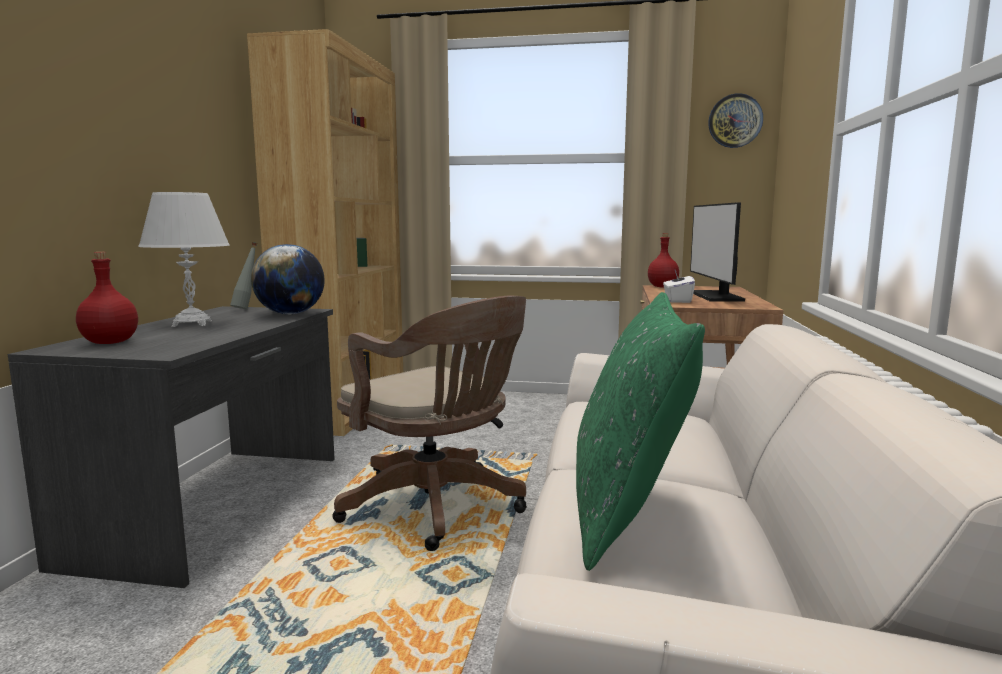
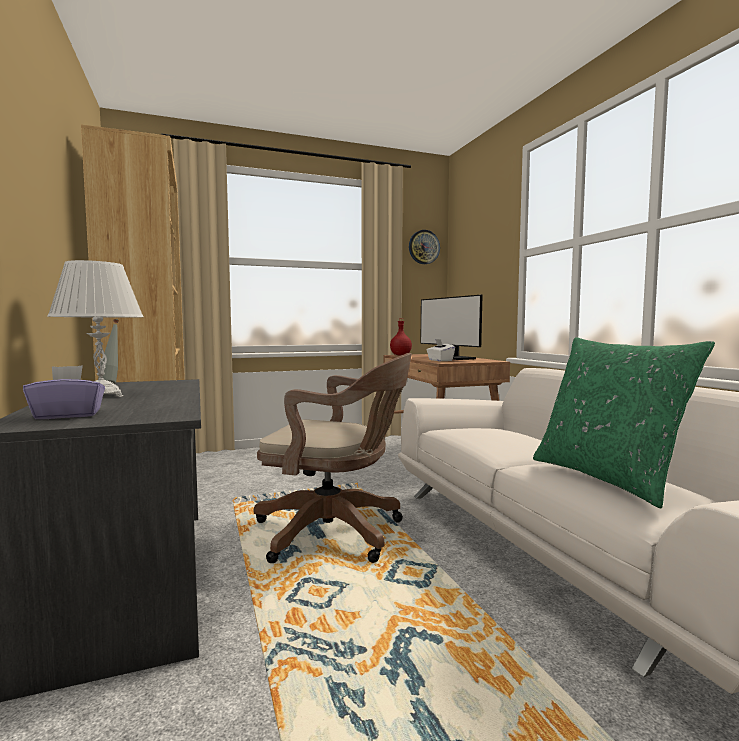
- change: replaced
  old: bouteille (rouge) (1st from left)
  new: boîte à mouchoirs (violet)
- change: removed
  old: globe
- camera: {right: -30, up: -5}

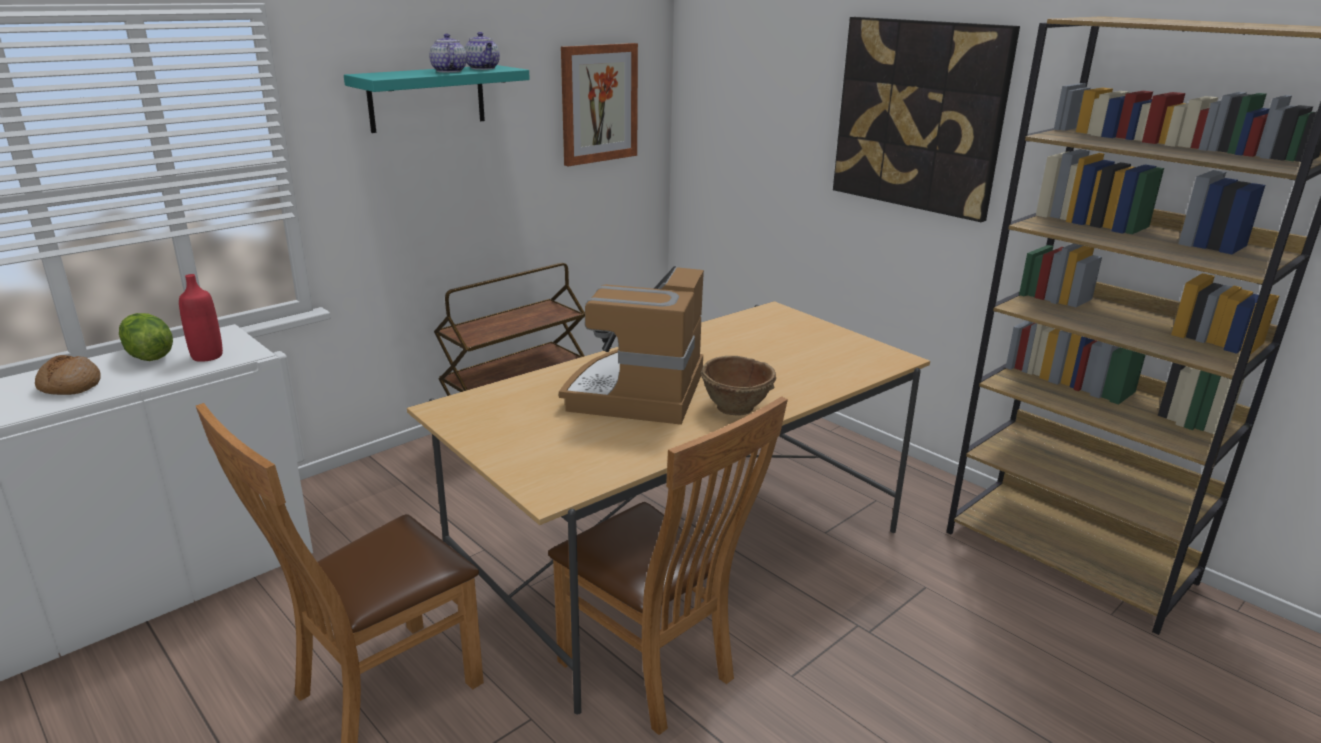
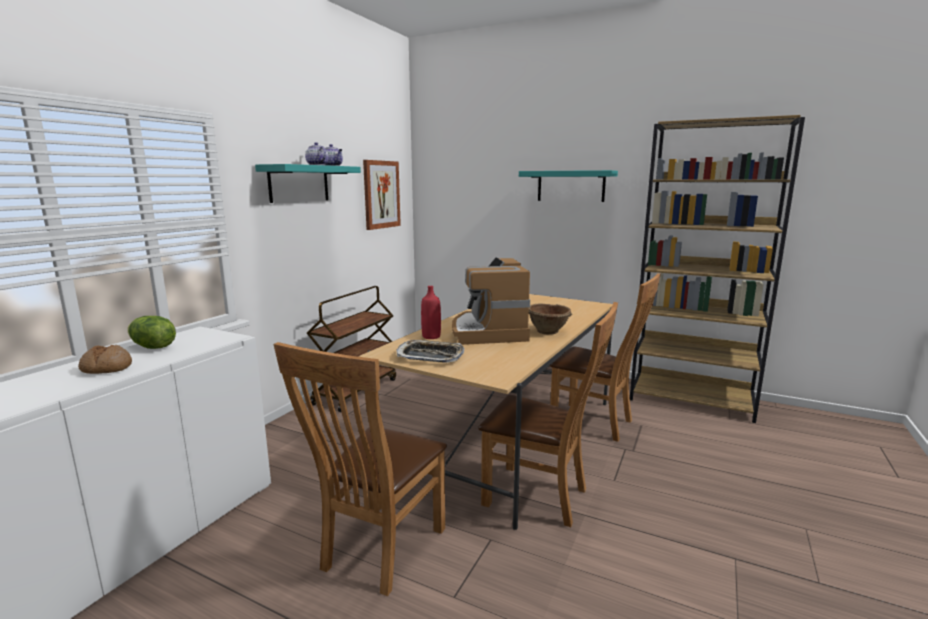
- change: added
  new: plateau
- change: moved
  old: bouteille (rouge)
- change: replaced
  old: tableau (2nd from left)
  new: étagère (turquoise) (2nd from left)
- change: added
  new: chaise (marron) (3rd from left)
- camera: {right: -20, up: -10}

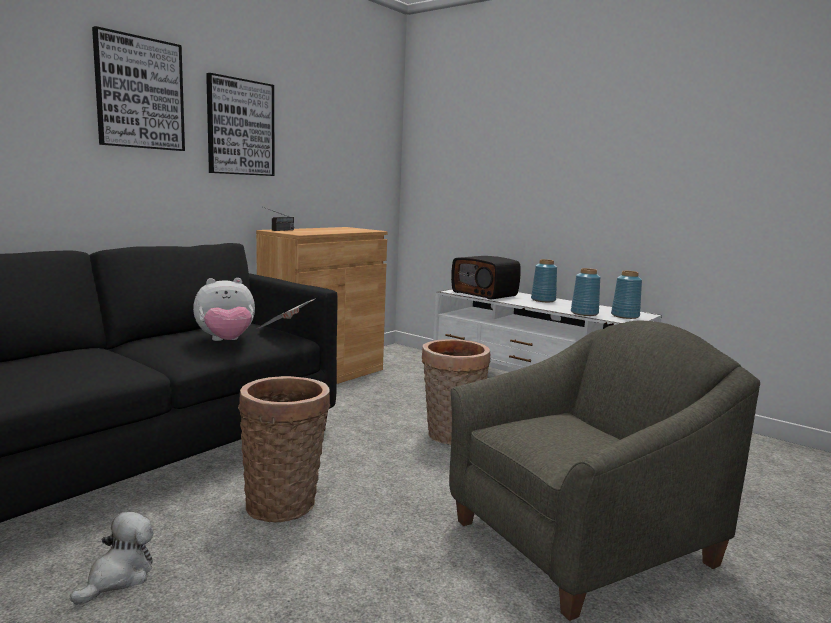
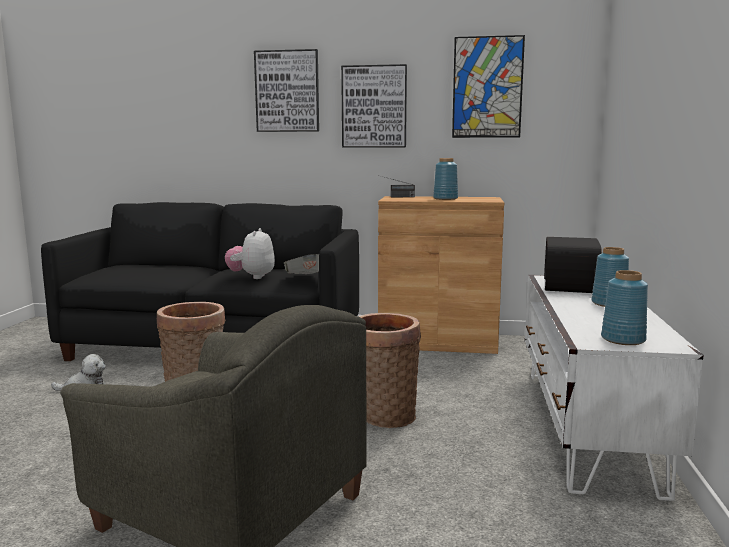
- change: turned
  old: peluche (2nd from left)
  degrees: 60
- change: moved
  old: vase (bleu) (2nd from left in the first image)
  new: vase (bleu) (1st from left)
- change: added
  new: tableau (3rd from left)
- camera: {right: 60, up: 0}

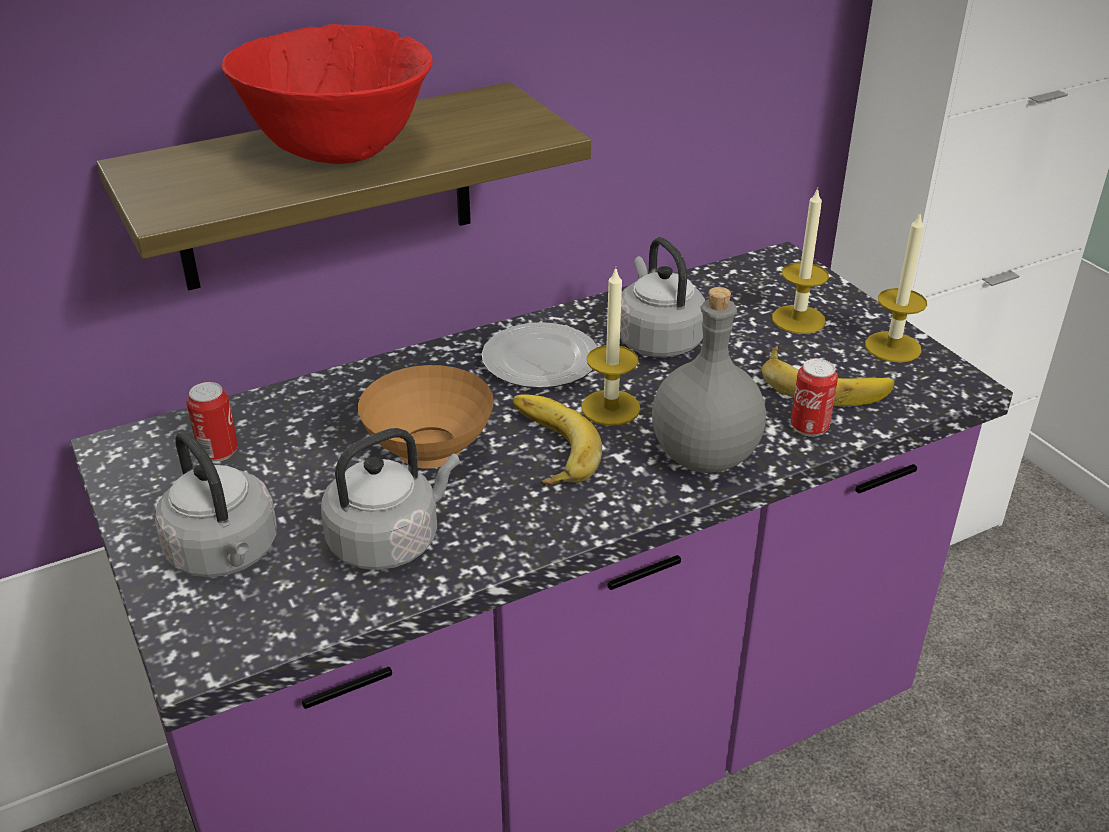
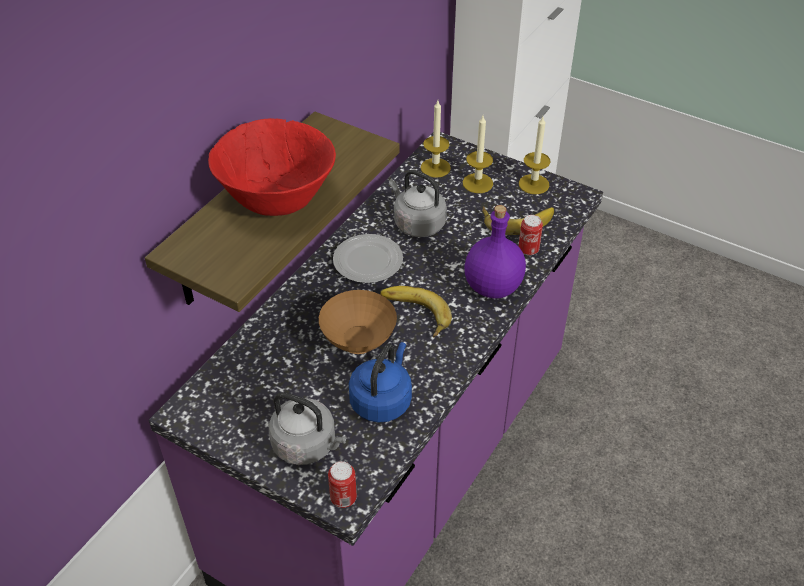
- change: moved
  old: boîte métallique (1st from left)
- change: recoloured
  old: bouilloire (gris) (2nd from left)
  new: bouilloire (bleu)
- change: moved
  old: bougie (1st from left)
- change: recoloured
  old: bouteille (gris)
  new: bouteille (violet)
- camera: {right: -30, up: 10}

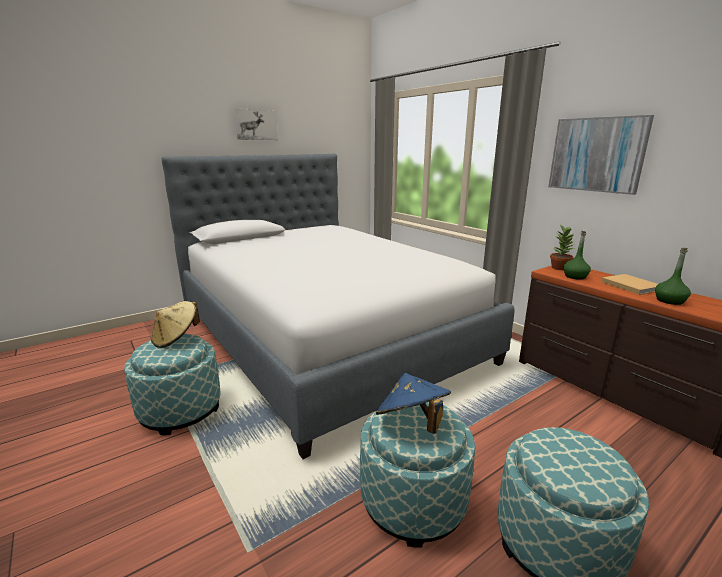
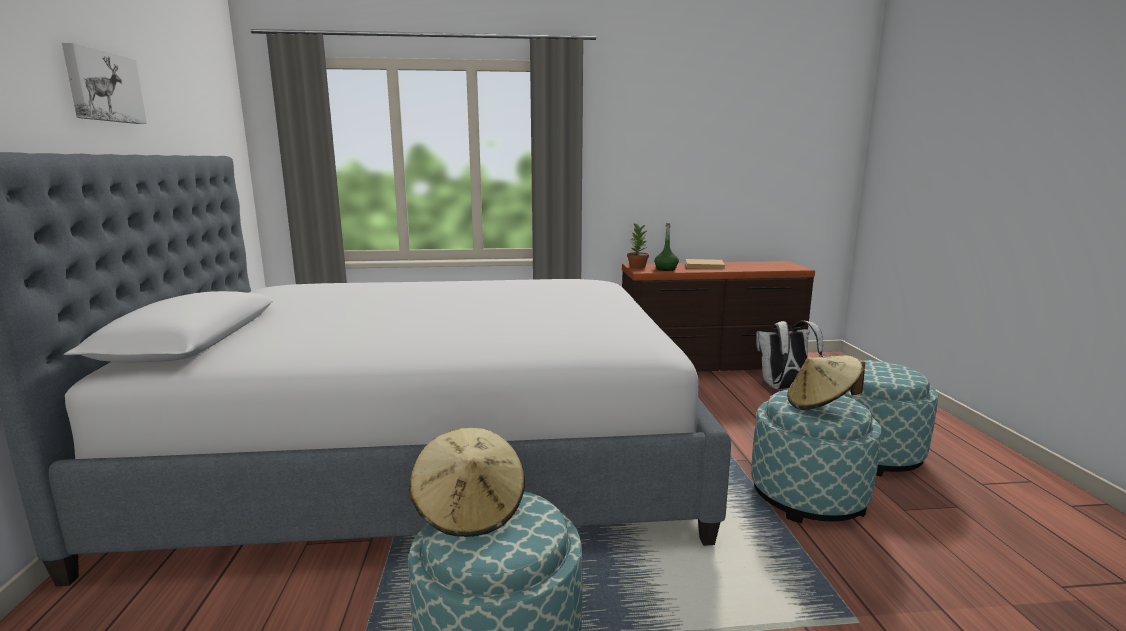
- change: added
  new: sac à dos (blanc)
- change: recoloured
  old: chapeau (bleu)
  new: chapeau (beige) (2nd from left)
- change: removed
  old: tableau (2nd from left)
- change: removed
  old: bouteille (vert) (2nd from left)
- camera: {right: -60, up: -5}

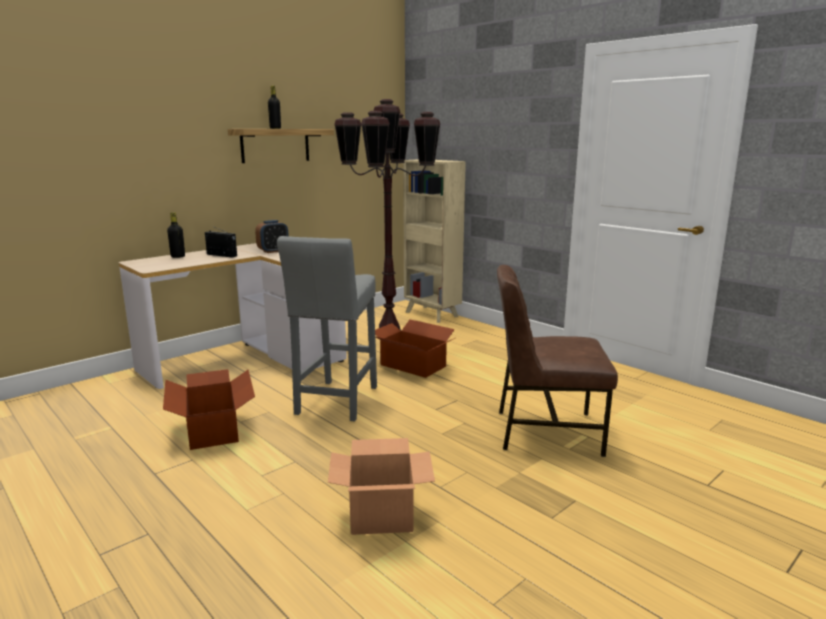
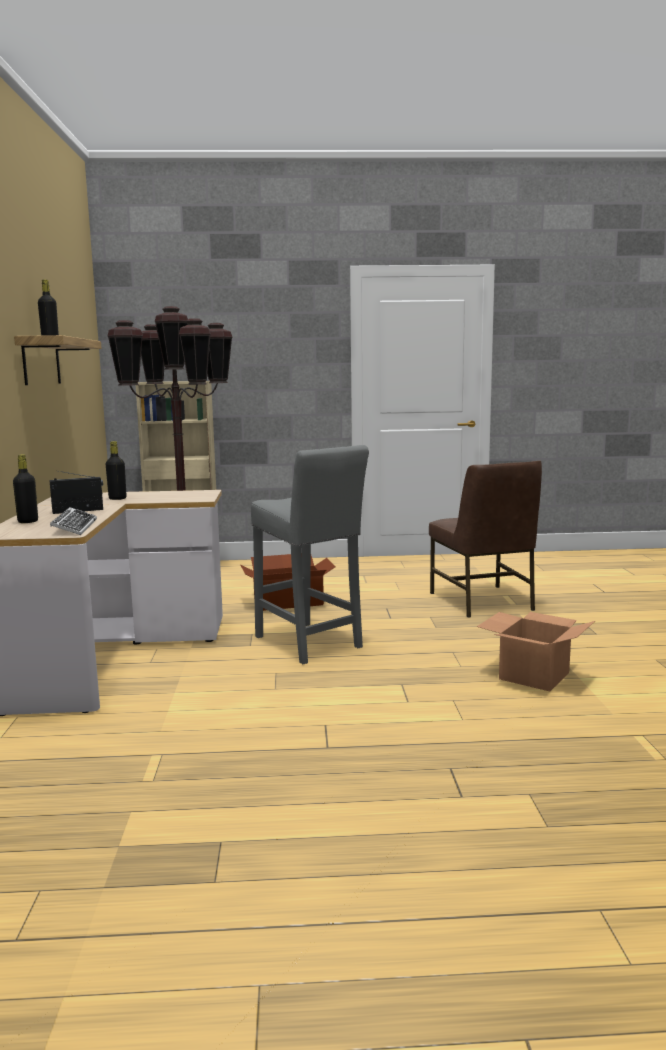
- change: added
  new: clavier
- change: replaced
  old: réveil
  new: bouteille (noir) (3rd from left)
- change: turned
  old: chaise (marron)
  degrees: -60
- change: removed
  old: carton (1st from left)
- camera: {right: -50, up: -5}

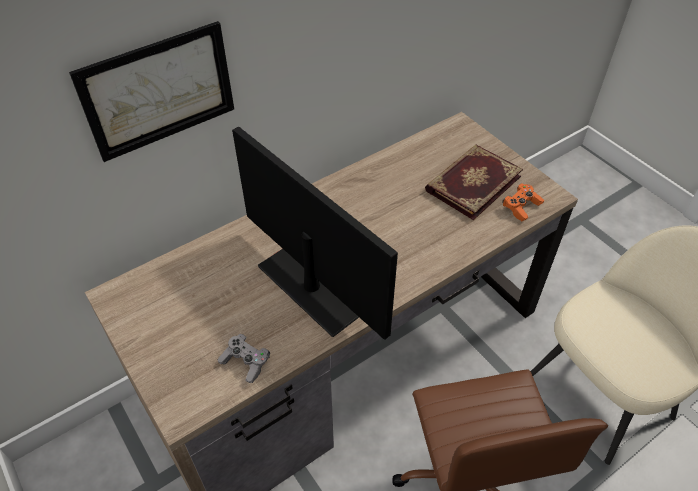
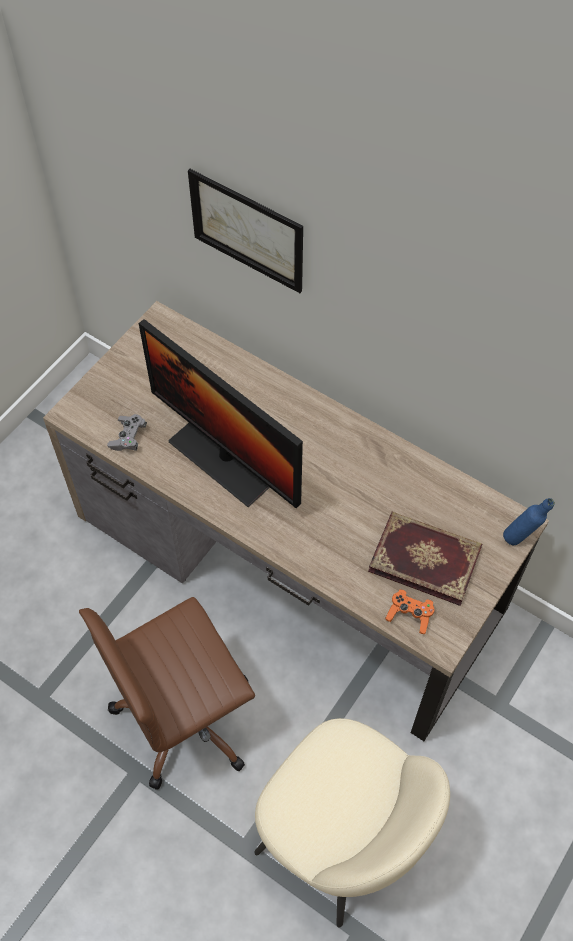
- change: turned
  old: écran d'ordinateur
  degrees: 105
- change: added
  new: bouteille (bleu)
- camera: {right: 70, up: 10}

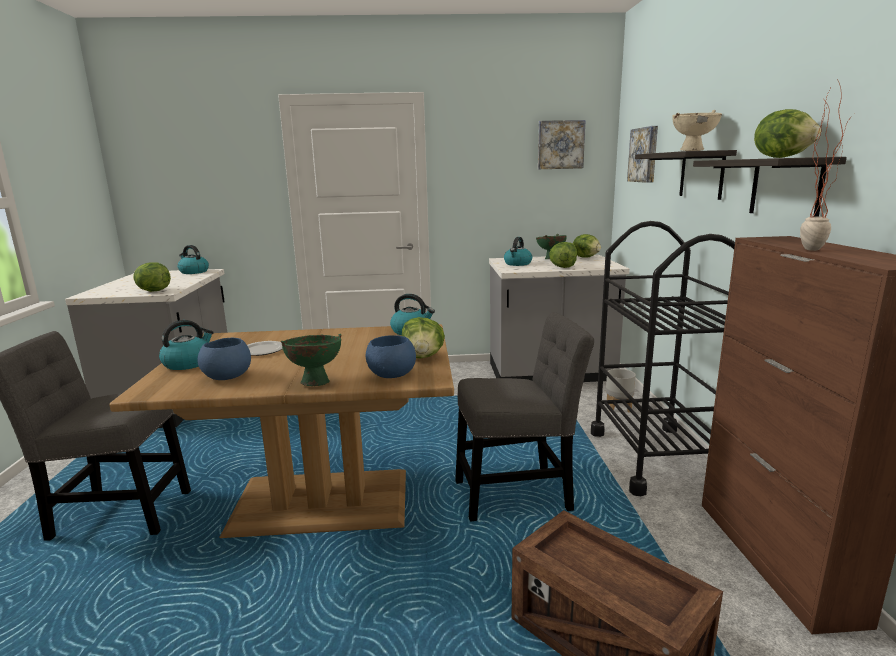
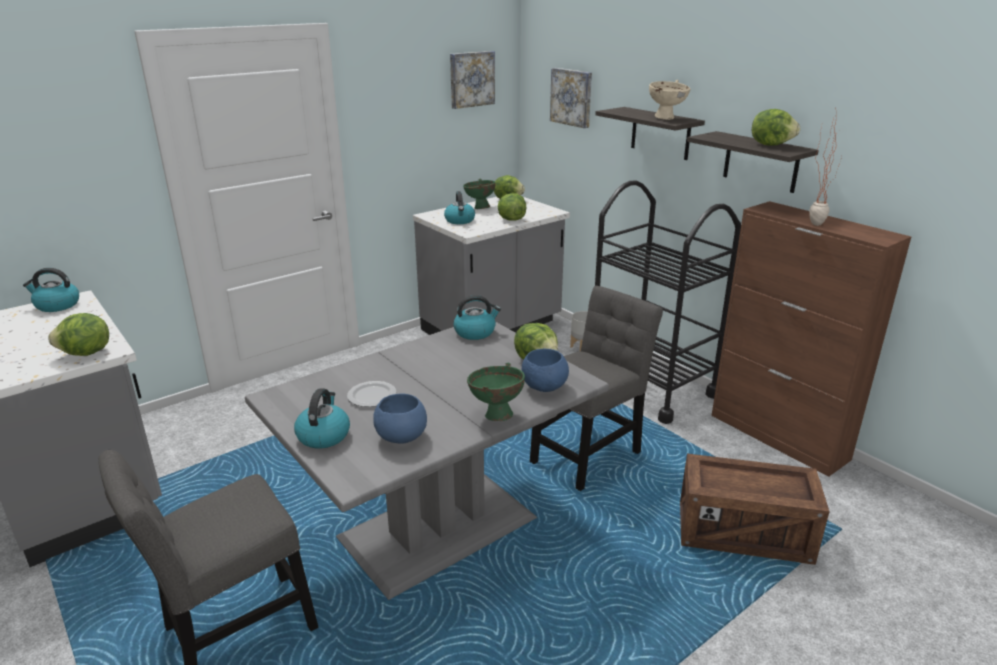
- change: recoloured
  old: table à manger (marron)
  new: table à manger (gris)
- camera: {right: -35, up: 10}

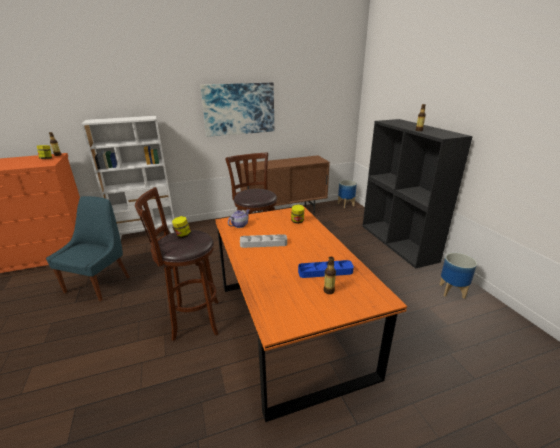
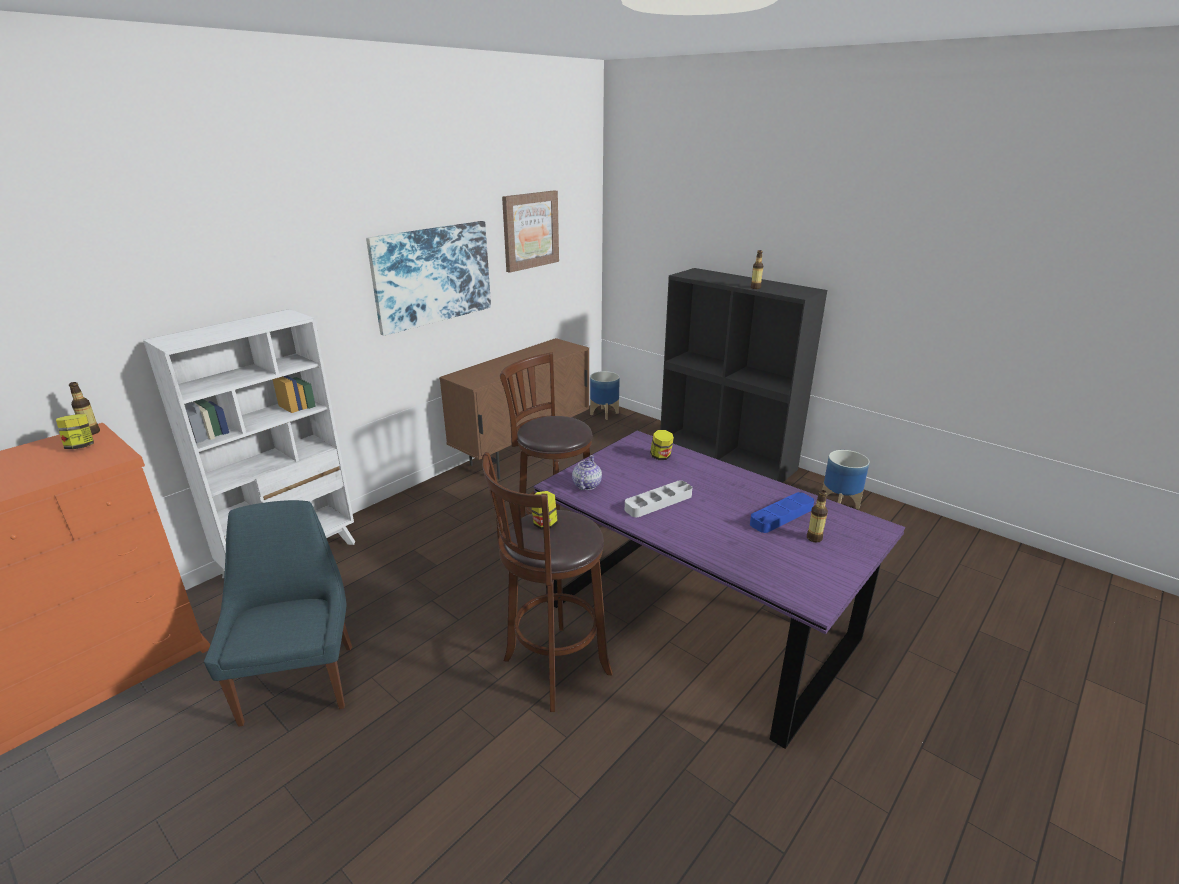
- change: added
  new: tableau (2nd from left)
- change: recoloured
  old: table à manger (orange)
  new: table à manger (violet)
- camera: {right: -30, up: 0}

